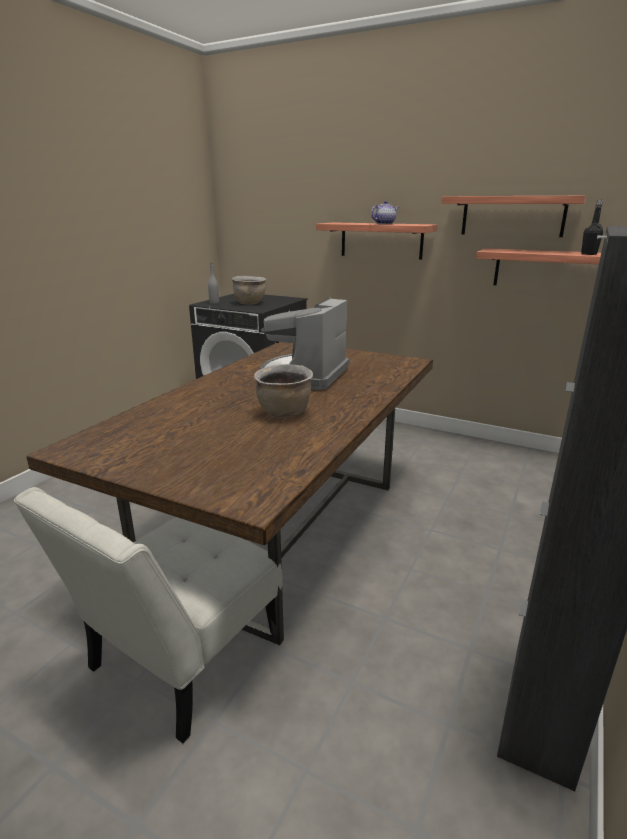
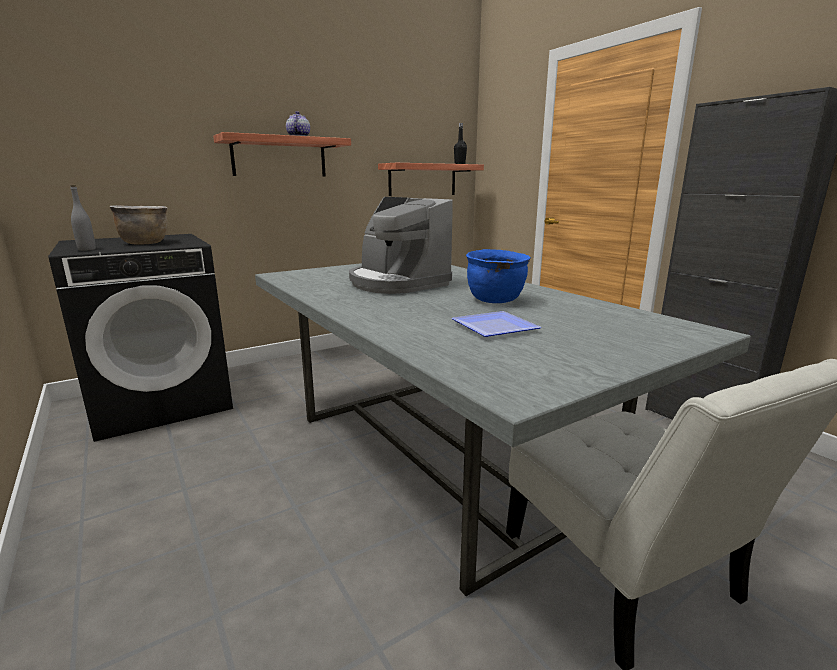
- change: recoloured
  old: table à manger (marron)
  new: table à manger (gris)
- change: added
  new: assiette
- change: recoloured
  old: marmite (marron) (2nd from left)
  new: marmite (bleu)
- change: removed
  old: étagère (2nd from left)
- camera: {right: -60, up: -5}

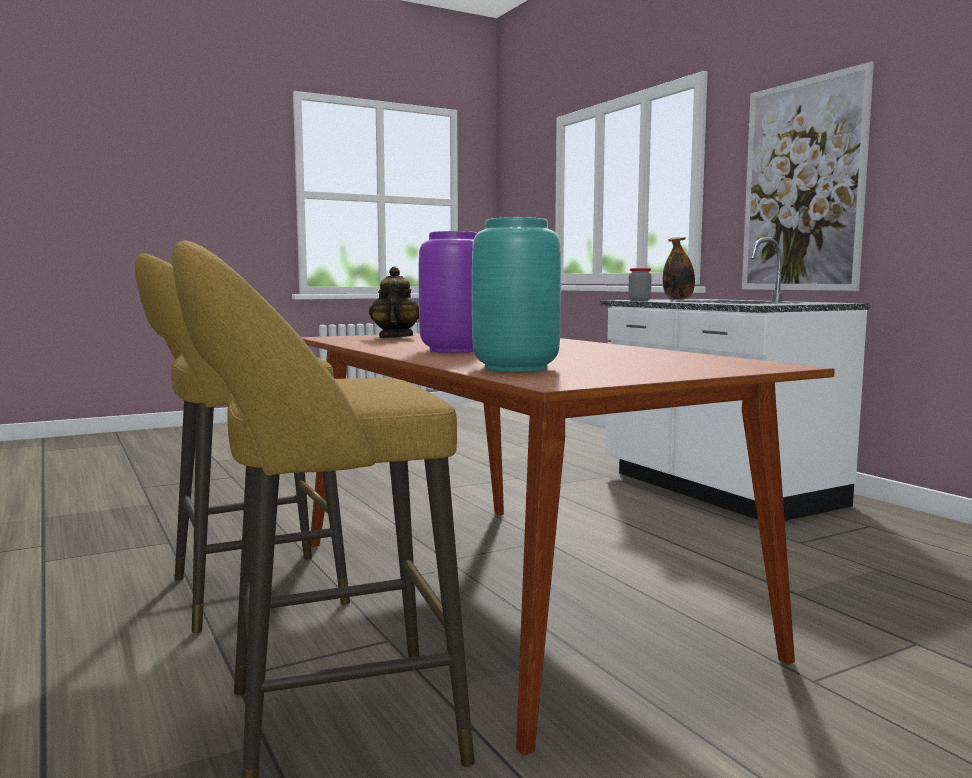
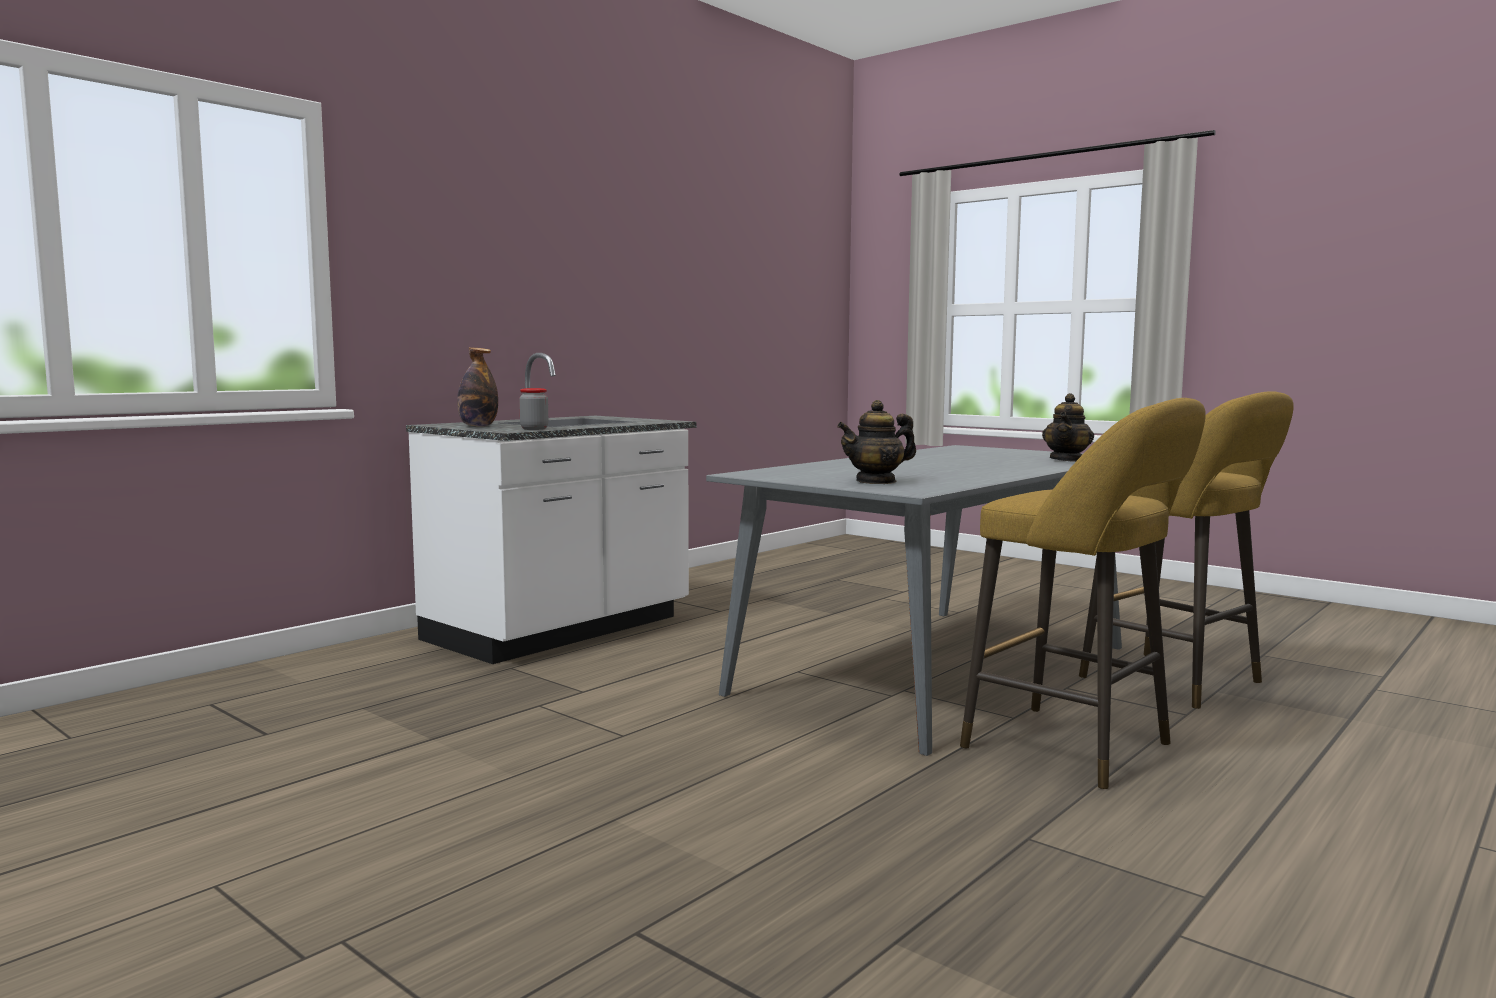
- change: recoloured
  old: table à manger (marron)
  new: table à manger (gris)
- change: replaced
  old: vase (turquoise)
  new: théière (2nd from left)
- change: removed
  old: vase (violet)
- change: removed
  old: tableau
- camera: {right: -110, up: 0}

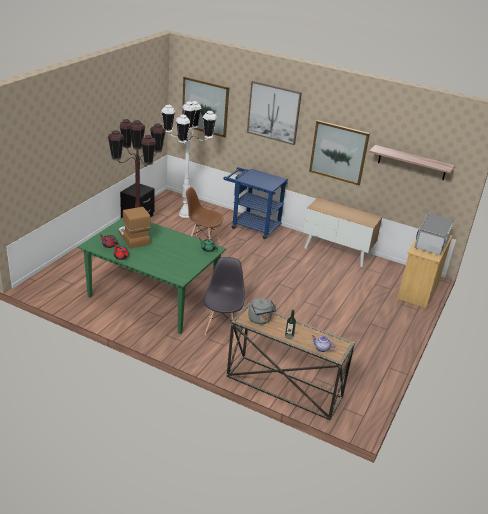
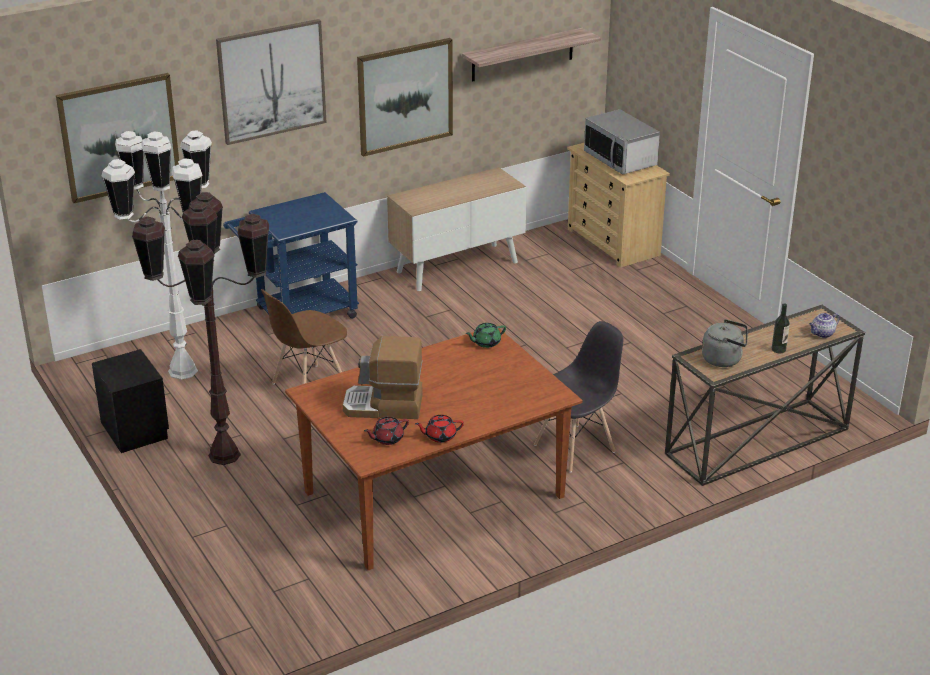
- change: recoloured
  old: table à manger (vert)
  new: table à manger (marron)
- change: turned
  old: chaise (gris)
  degrees: 105
- camera: {right: -55, up: 0}

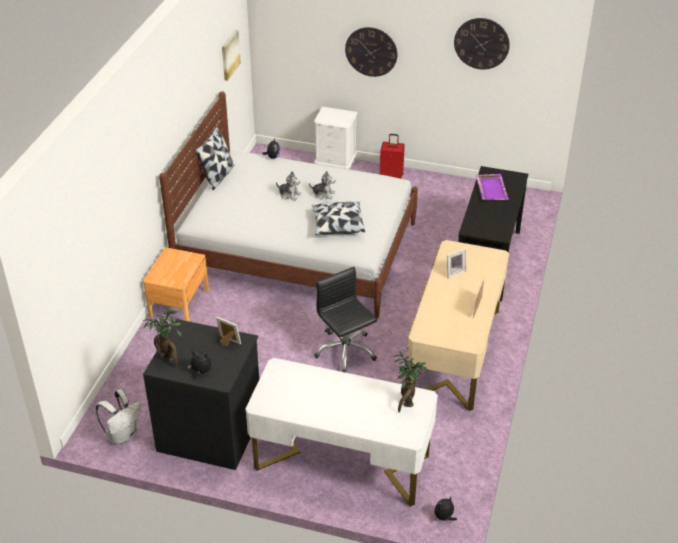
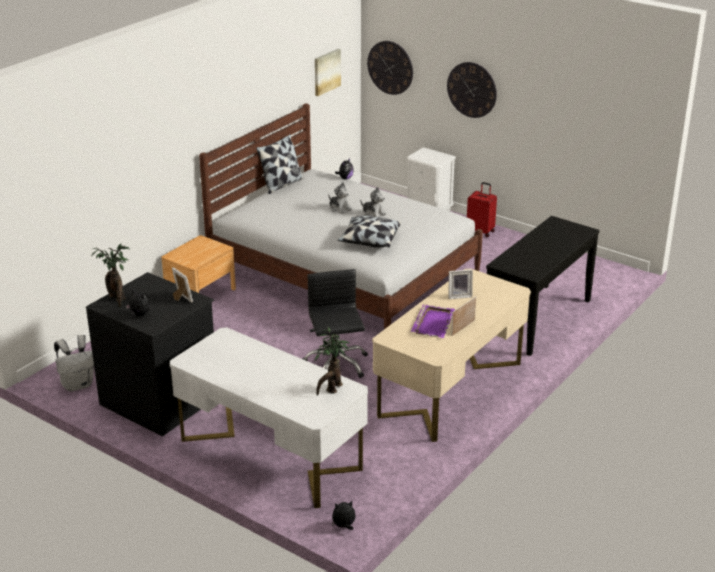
- change: moved
  old: horloge murale (2nd from left in the first image)
  new: horloge murale (1st from left)
- change: moved
  old: plateau (violet)
- camera: {right: 20, up: -10}

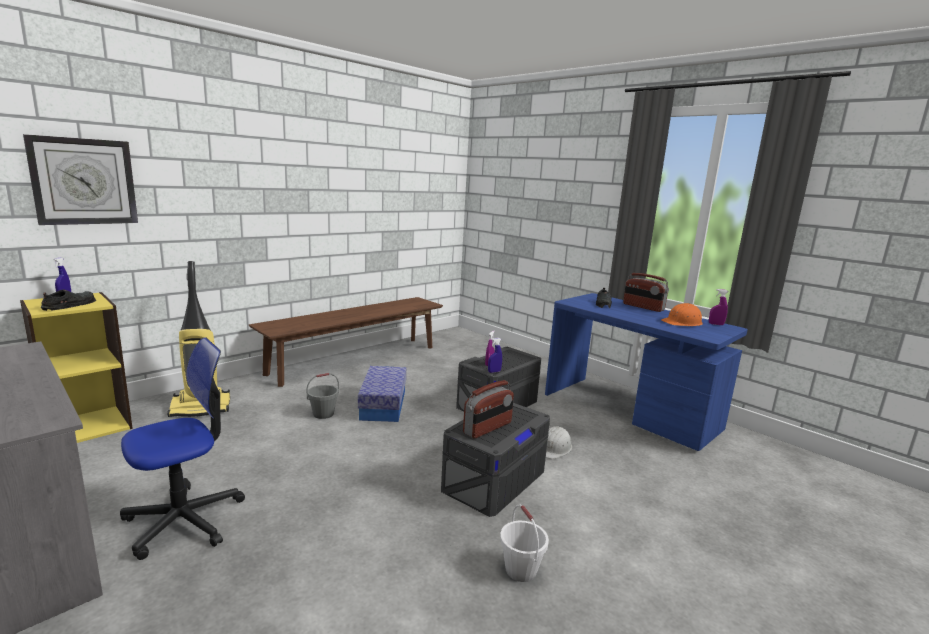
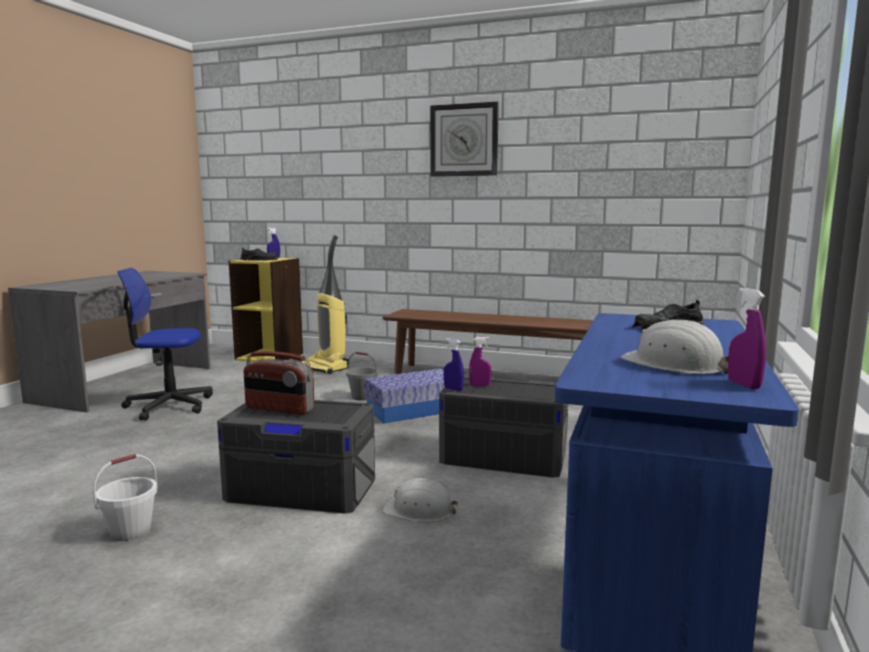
- change: turned
  old: chaise de bureau
  degrees: 150
- change: moved
  old: horloge murale
- change: recoloured
  old: casque de chantier (orange)
  new: casque de chantier (blanc) (2nd from left)
- change: removed
  old: radio (2nd from left)
- camera: {right: 65, up: -5}

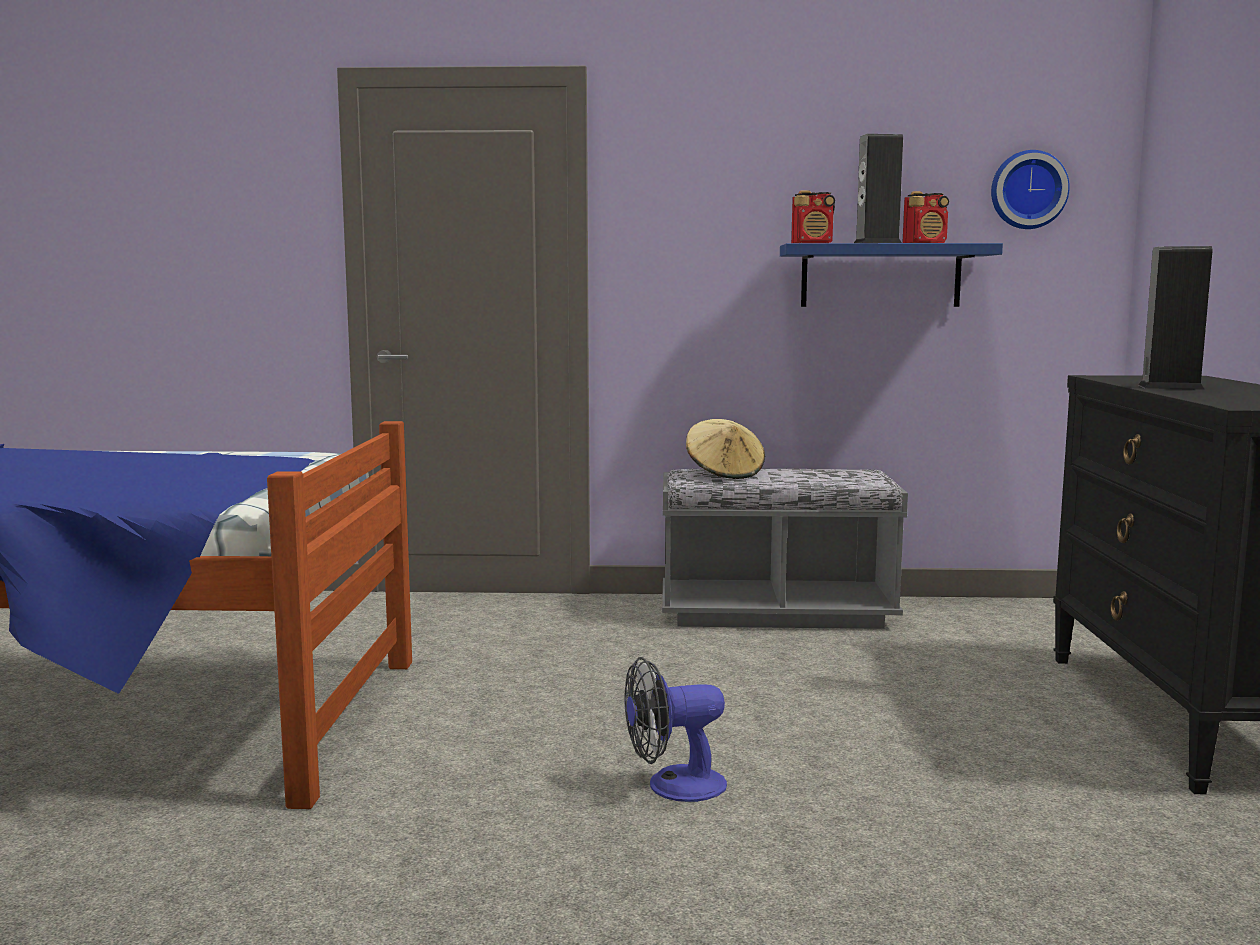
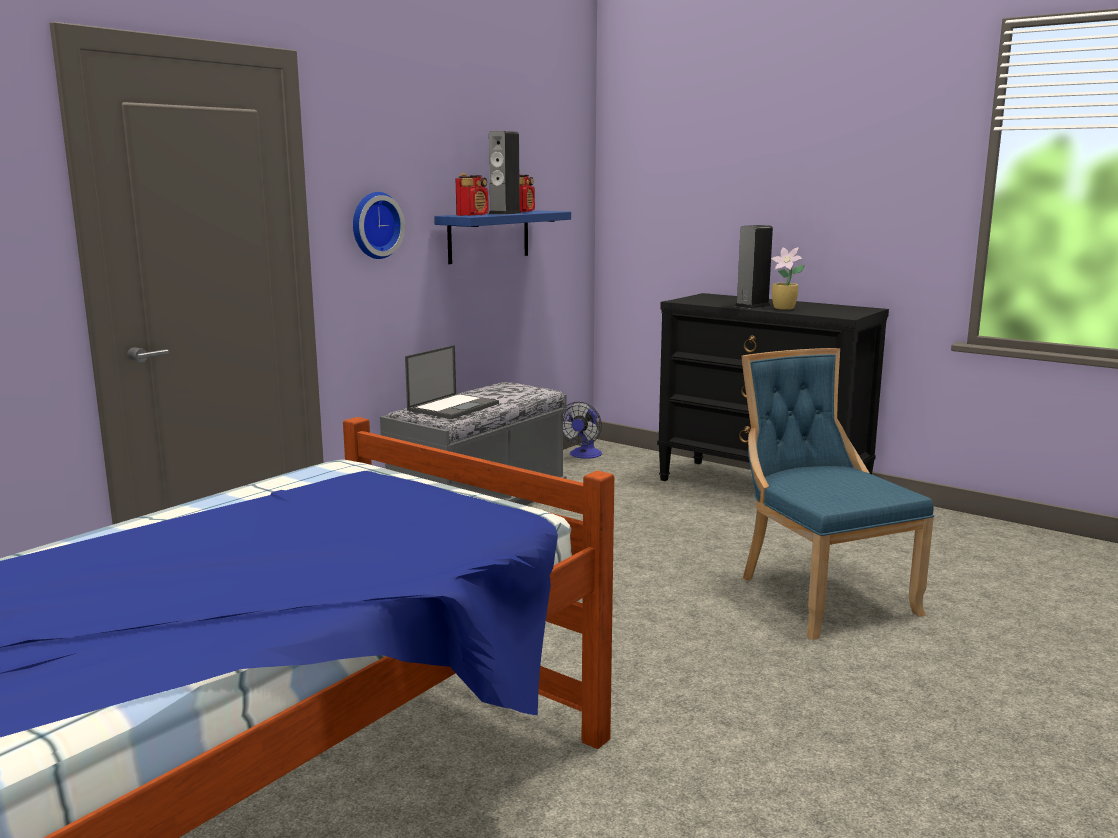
- change: moved
  old: horloge murale
- change: replaced
  old: chapeau (beige)
  new: ordinateur portable
- change: moved
  old: ventilateur
- change: added
  new: chaise (bleu)
- change: added
  new: plante en pot
- camera: {right: -55, up: 5}

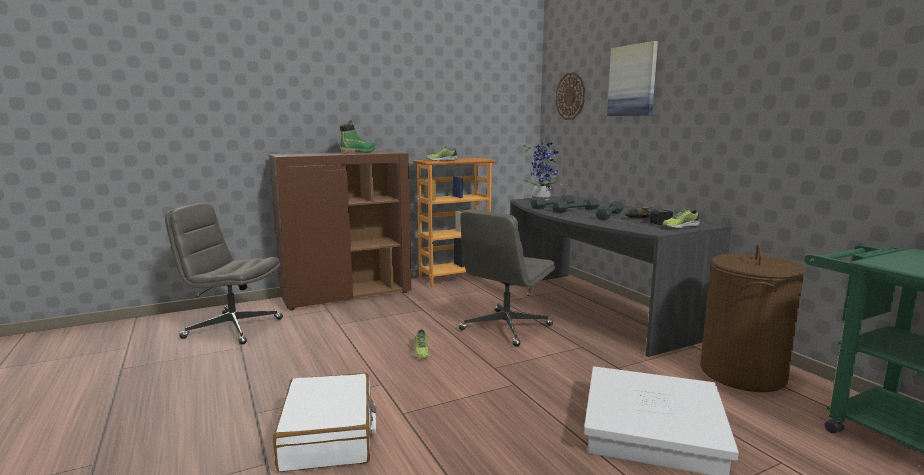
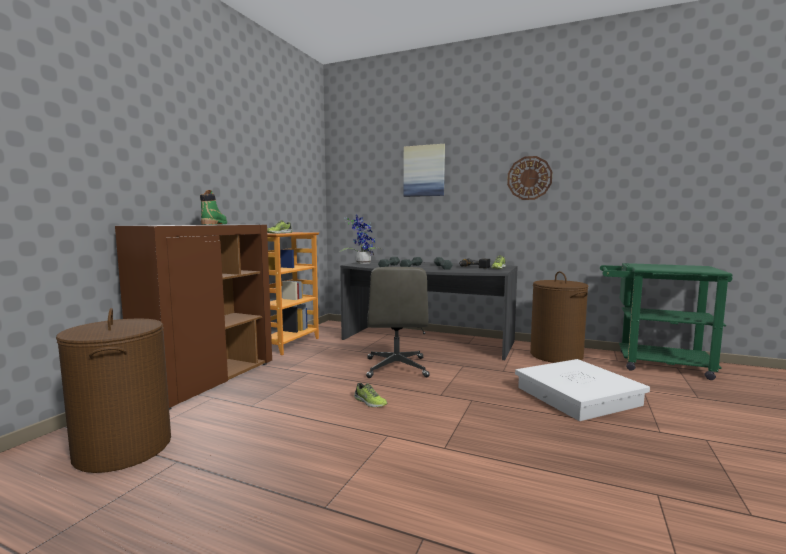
- change: replaced
  old: chaise de bureau (gris) (1st from left)
  new: panier à linge (marron) (1st from left)
- change: moved
  old: horloge murale
- change: removed
  old: valise (blanc)
- camera: {right: -40, up: -5}

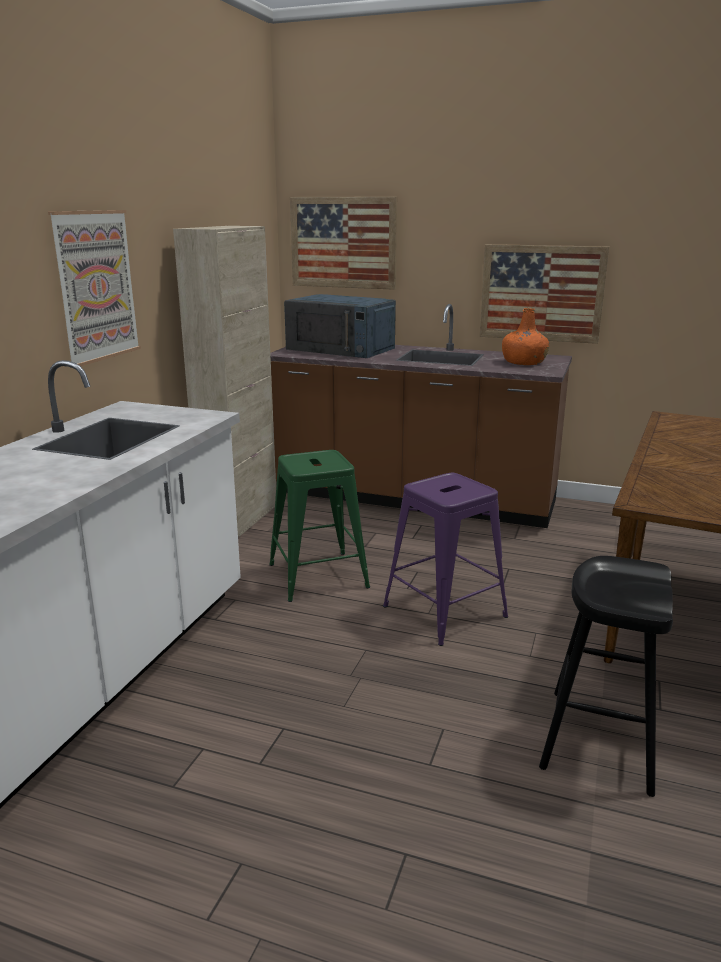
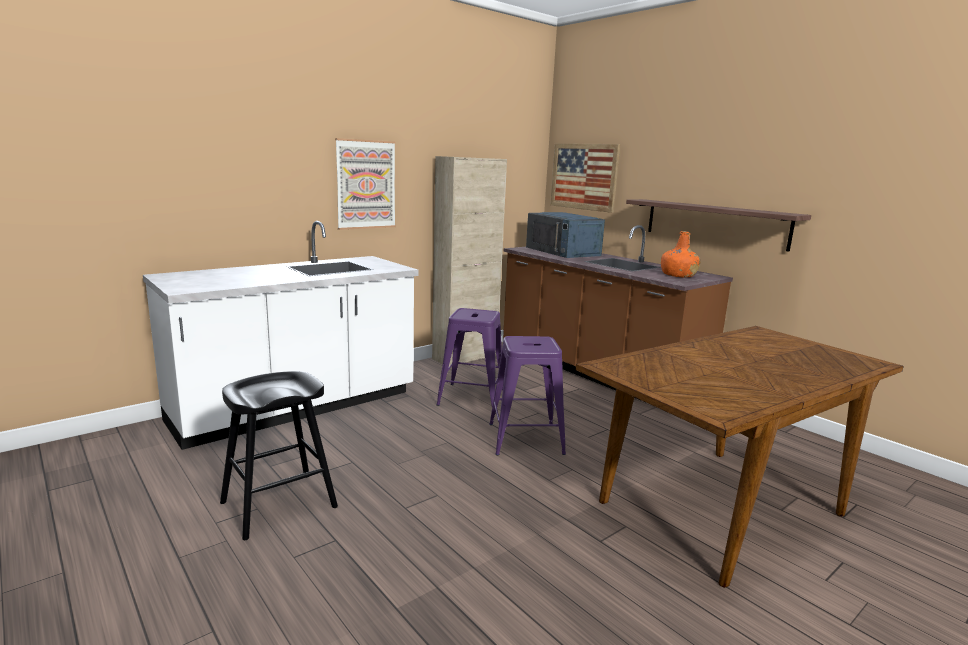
- change: moved
  old: tabouret (noir)
- change: recoloured
  old: tabouret (vert)
  new: tabouret (violet) (1st from left)
- change: replaced
  old: tableau (3rd from left)
  new: étagère
- camera: {right: 30, up: -5}

